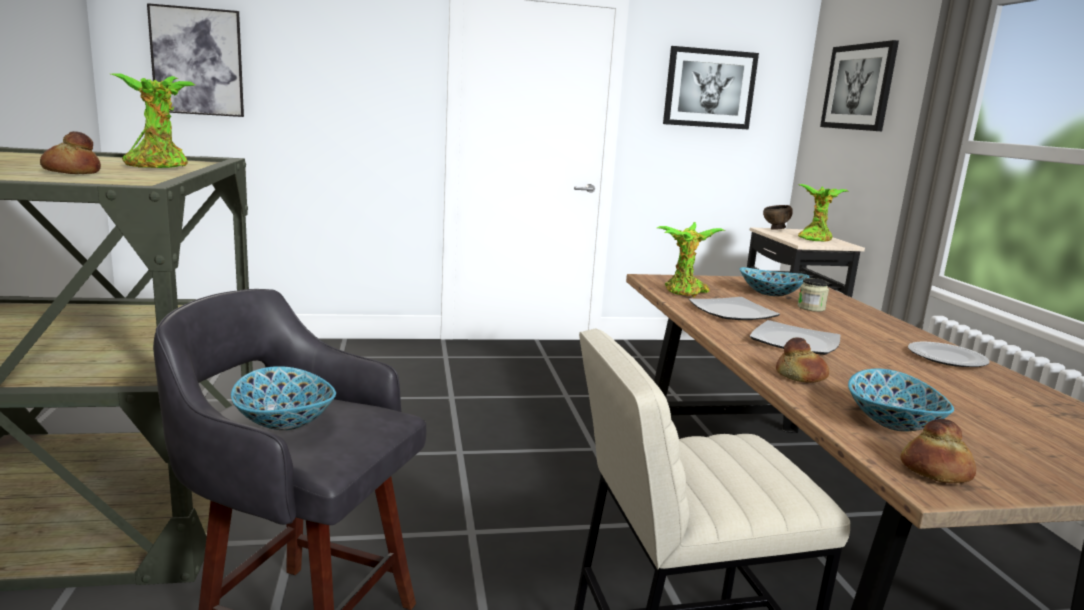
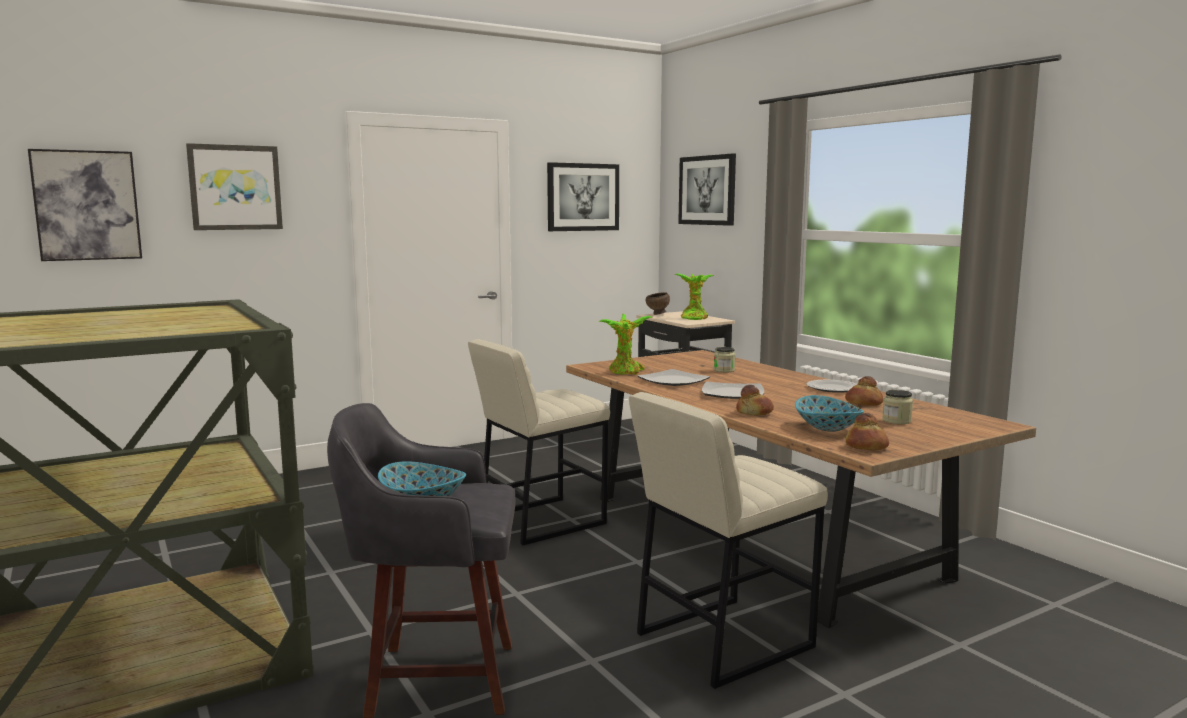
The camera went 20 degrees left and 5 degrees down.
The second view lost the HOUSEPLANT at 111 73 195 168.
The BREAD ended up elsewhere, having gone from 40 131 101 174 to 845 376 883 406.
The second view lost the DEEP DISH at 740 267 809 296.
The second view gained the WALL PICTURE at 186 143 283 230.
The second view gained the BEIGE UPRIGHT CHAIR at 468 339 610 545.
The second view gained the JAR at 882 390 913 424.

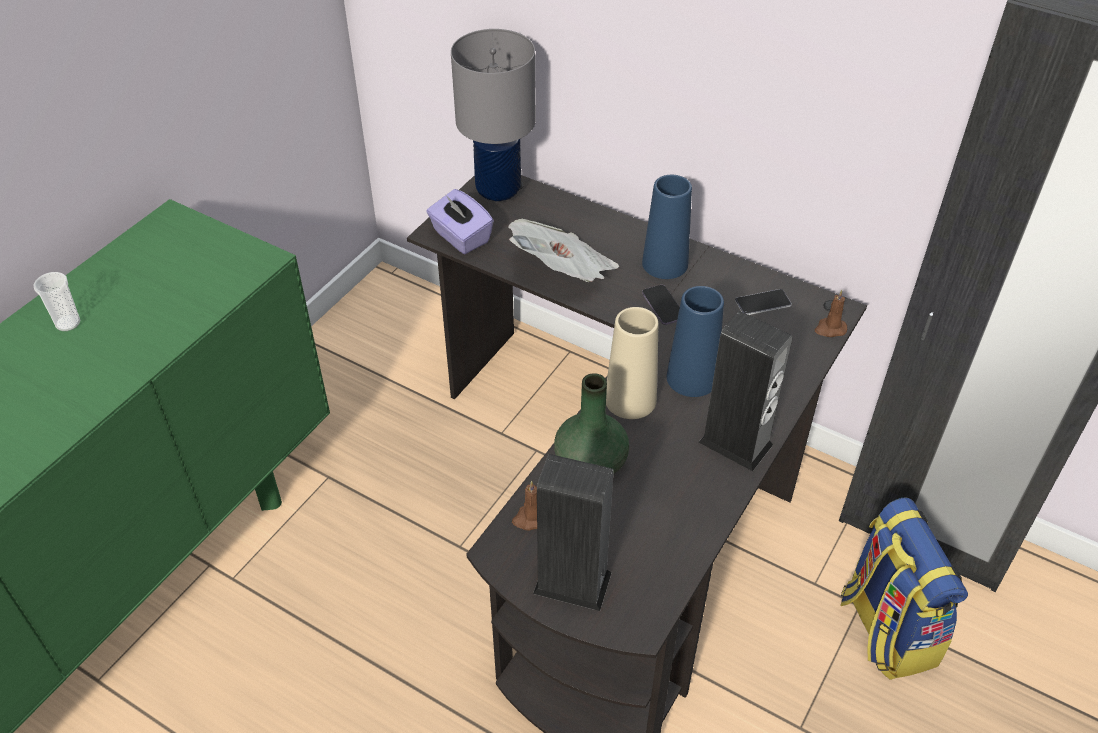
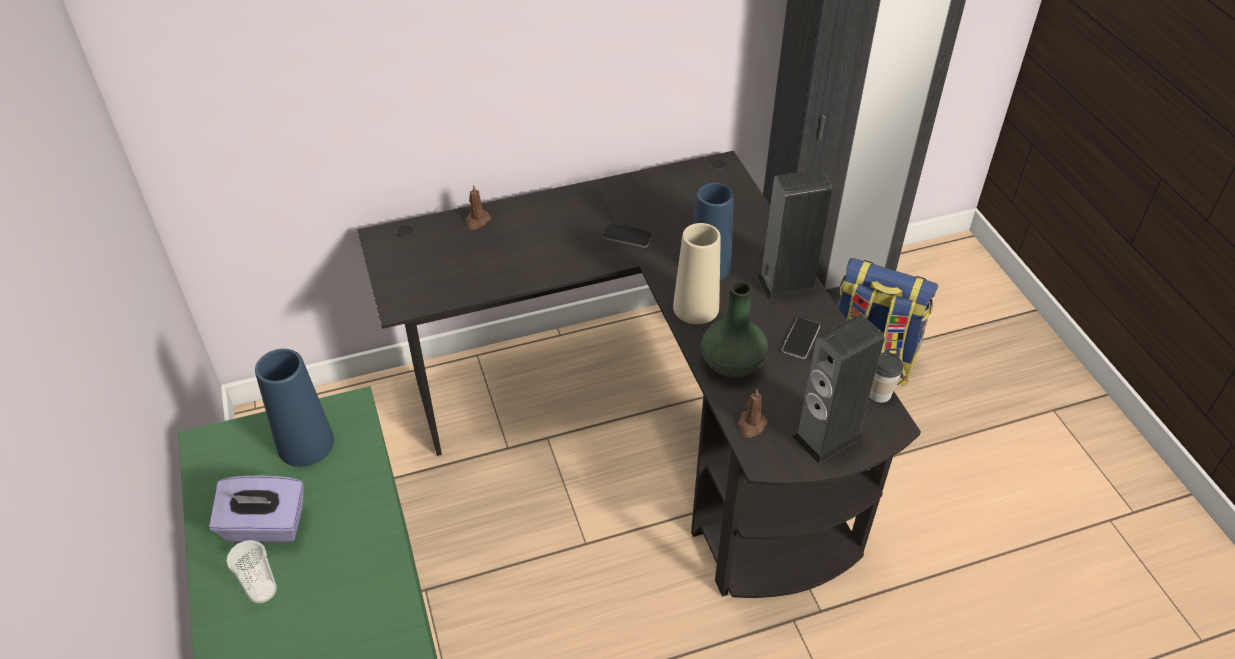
The camera went 50 degrees left and 0 degrees up.
The second view lost the GRAY TABLE LAMP at 451 29 536 201.
The BLUE FLOWER VASE ended up elsewhere, having gone from 642 175 692 279 to 255 349 334 467.
The PURPLE-COLOURED TISSUE BOX ended up elsewhere, having gone from 427 189 494 254 to 209 475 304 542.
The second view lost the NEWSPAPER at 509 219 619 282.
The PHONE ended up elsewhere, having gone from 735 289 792 315 to 782 317 820 359.
The BROWN-COLOURED WAX CANDLE ended up elsewhere, having gone from 815 290 847 337 to 465 184 491 230.
The second view gained the SMALL CUP at 869 352 903 403.

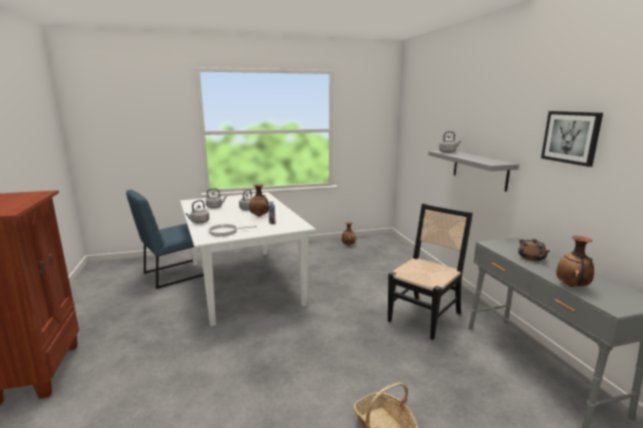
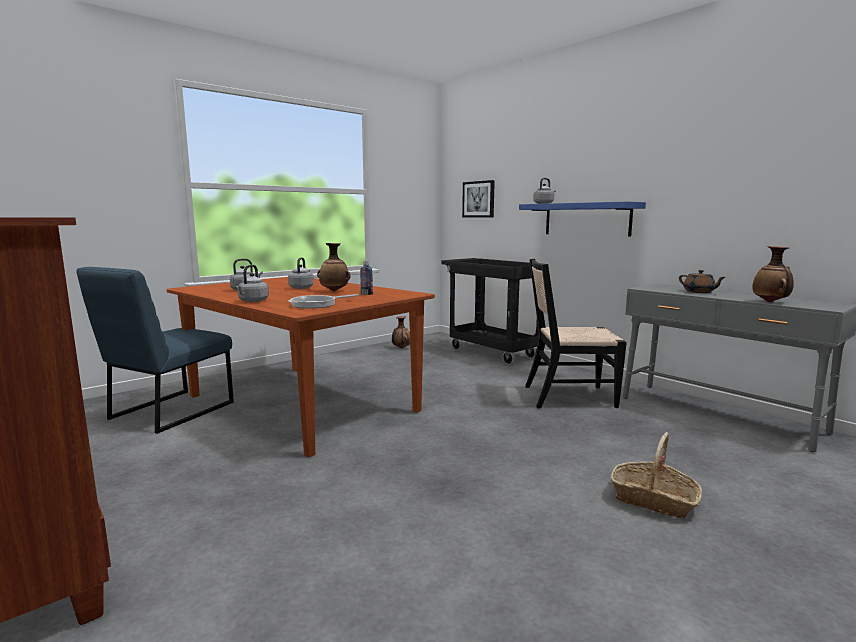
The camera went 25 degrees left and 5 degrees down.
The WALL PICTURE ended up elsewhere, having gone from 541 111 603 167 to 462 180 495 218.
What was the GRAY BRACKET SHELF at 428 151 519 192 turned into the BLUE BRACKET SHELF at 519 201 646 237.
What was the WHITE DINING TABLE at 180 192 316 326 turned into the BROWN-COLOURED DINING TABLE at 167 277 435 458.
The UPRIGHT CHAIR at 388 204 473 340 ended up facing another way, 105 degrees counterclockwise from before.
The second view gained the BLACKISH CART at 441 258 539 365.

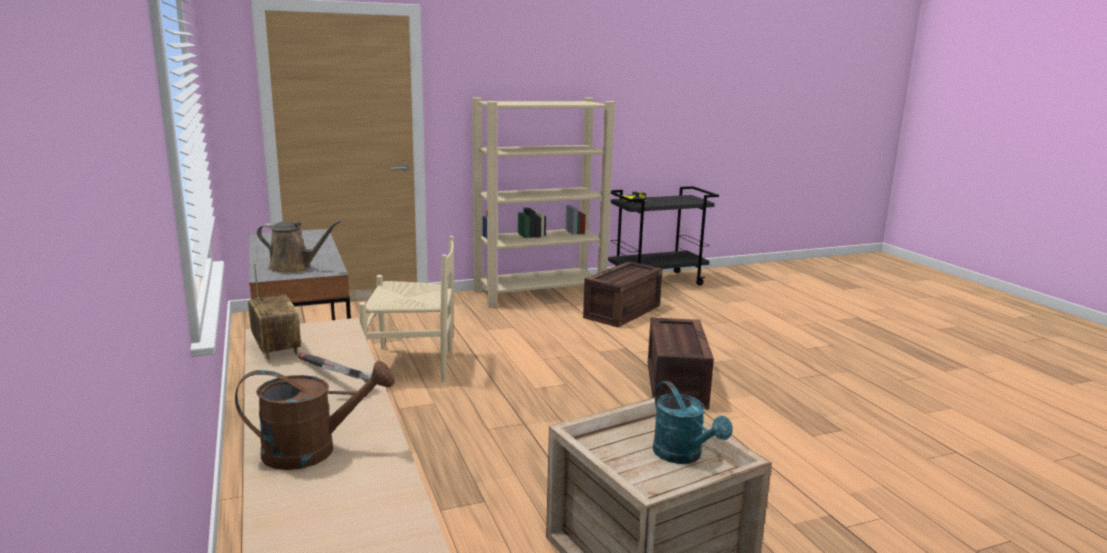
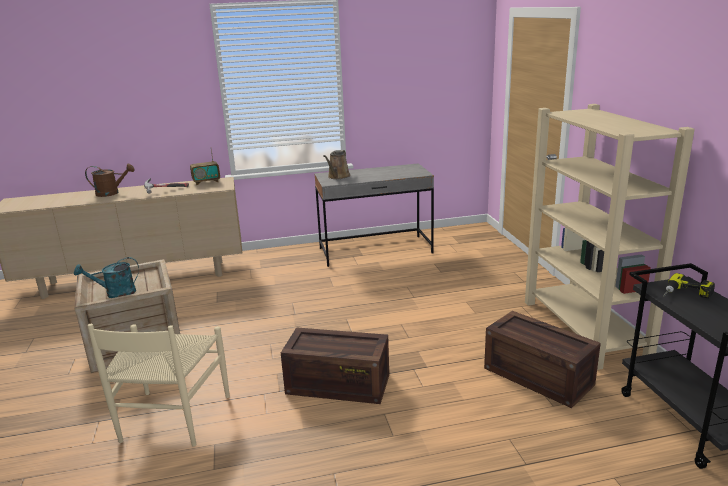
The camera went 100 degrees right and 5 degrees up.
The BEIGE UPRIGHT CHAIR ended up elsewhere, having gone from 359 236 454 382 to 88 324 230 446.
The BROWN-COLOURED WATERING CAN at 235 361 395 470 ended up facing another way, 90 degrees counterclockwise from before.

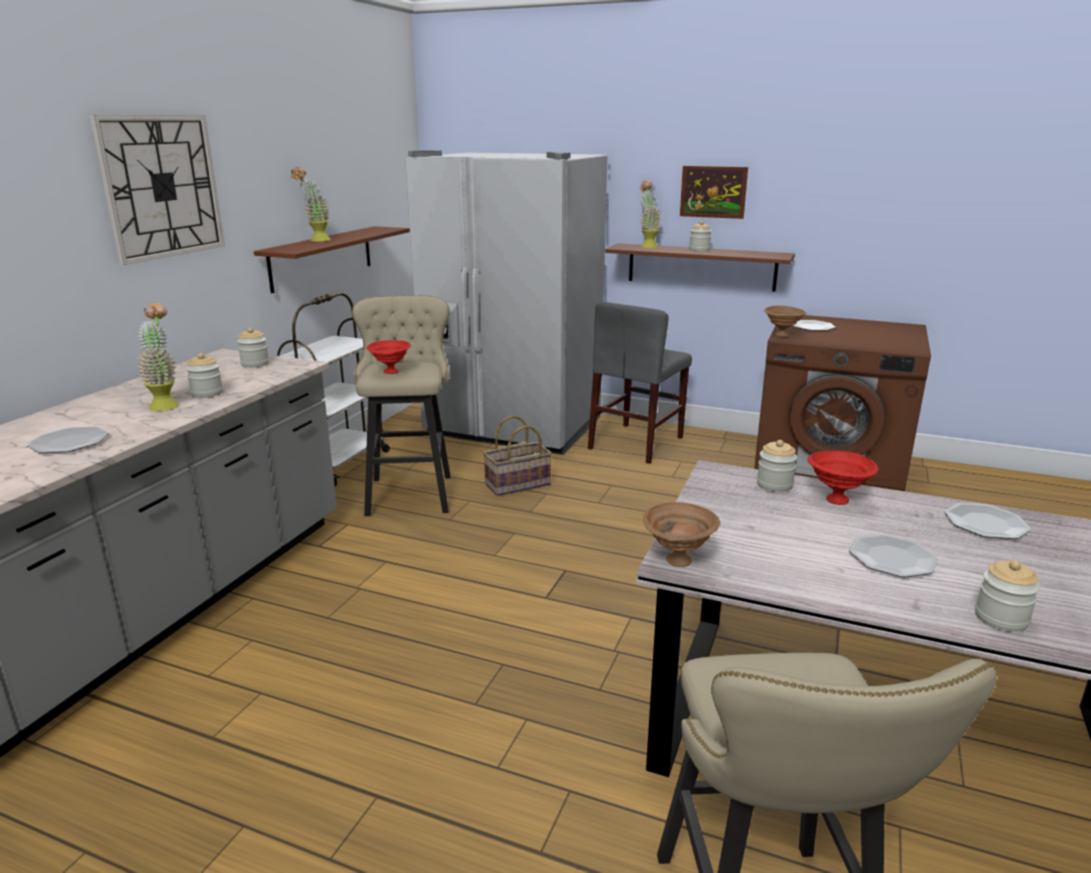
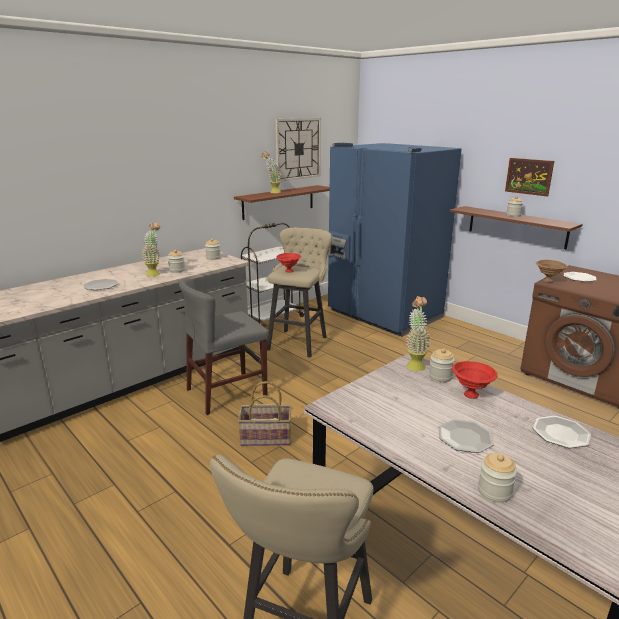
The camera went 25 degrees right and 0 degrees up.
The CLOCK ON THE WALL ended up elsewhere, having gone from 89 115 225 265 to 275 118 321 181.
What was the WHITE FRIDGE at 405 150 607 455 turned into the BLUE FRIDGE at 328 143 462 337.
The HOUSEPLANT ended up elsewhere, having gone from 639 180 661 248 to 406 296 431 371.
The GRAY UPRIGHT CHAIR ended up elsewhere, having gone from 588 302 692 464 to 179 278 269 415.
The STORAGE BASKET ended up elsewhere, having gone from 483 415 552 496 to 238 381 291 446.
The second view lost the BROWN-COLOURED DEEP DISH at 643 502 720 567.

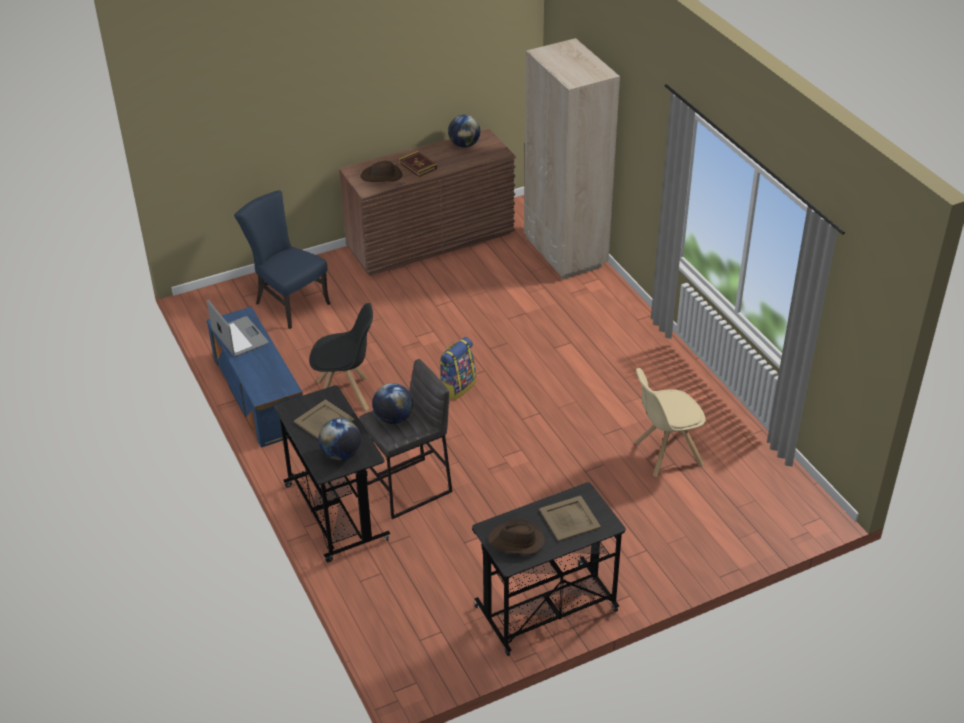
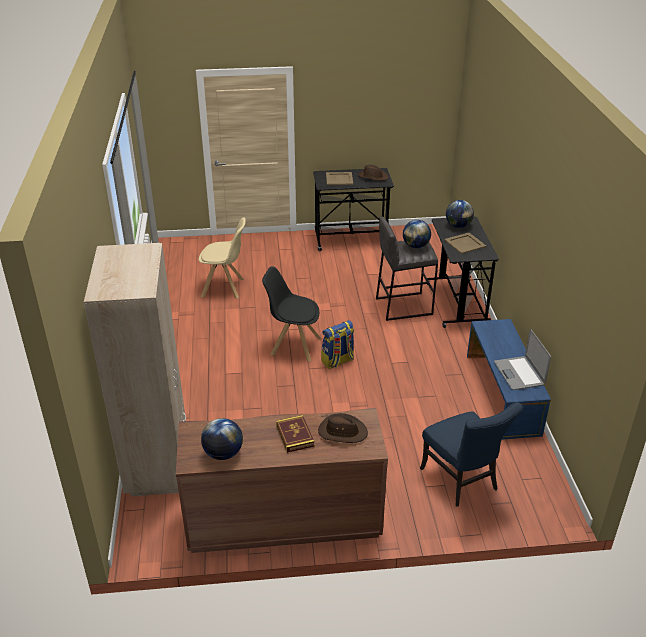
The camera went 160 degrees left and 5 degrees down.
The BLACKISH UPRIGHT CHAIR ended up elsewhere, having gone from 309 303 373 411 to 262 266 321 362.

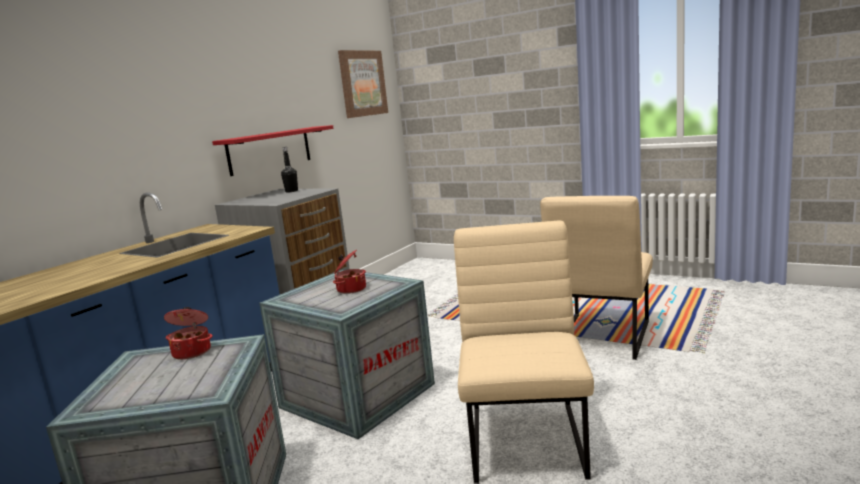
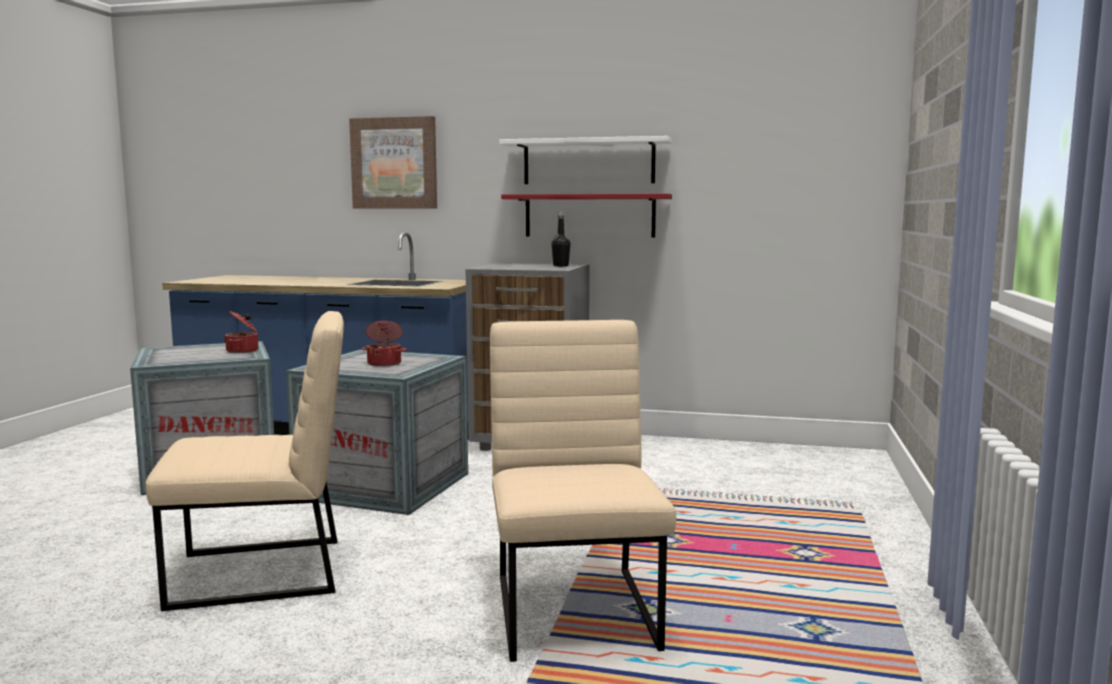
The camera went 70 degrees right and 5 degrees down.
The WALL PICTURE ended up elsewhere, having gone from 338 50 388 118 to 349 116 437 208.
The BEIGE UPRIGHT CHAIR at 540 196 653 360 ended up facing another way, 75 degrees clockwise from before.
The second view gained the WHITE BRACKET SHELF at 499 136 672 184.

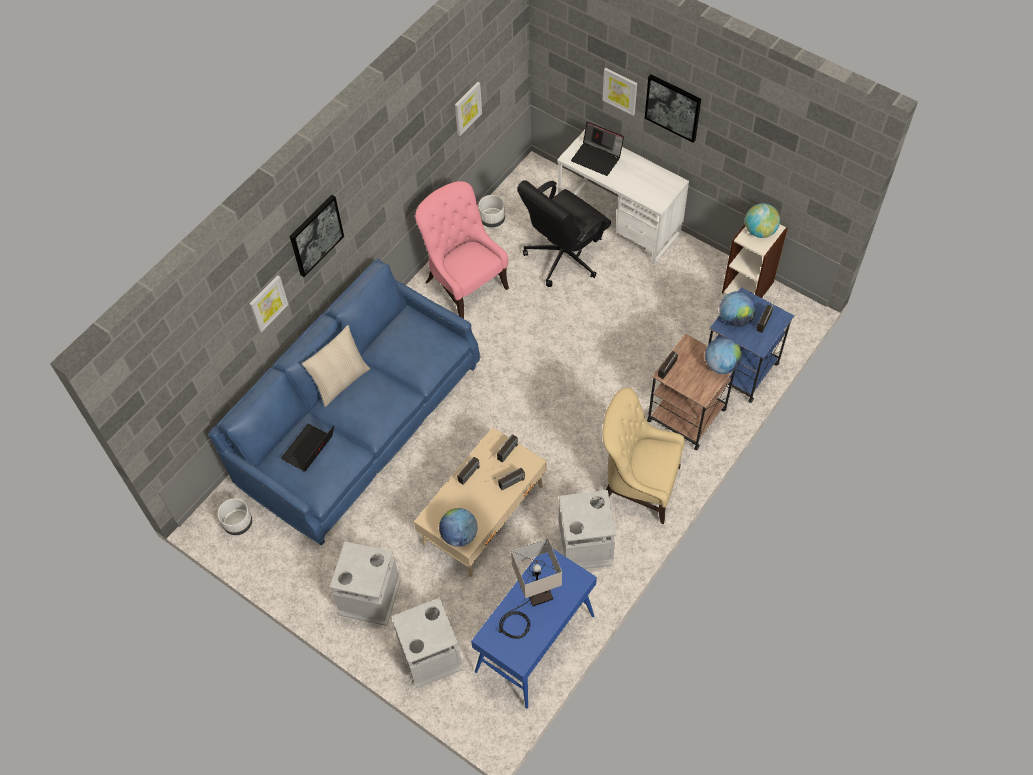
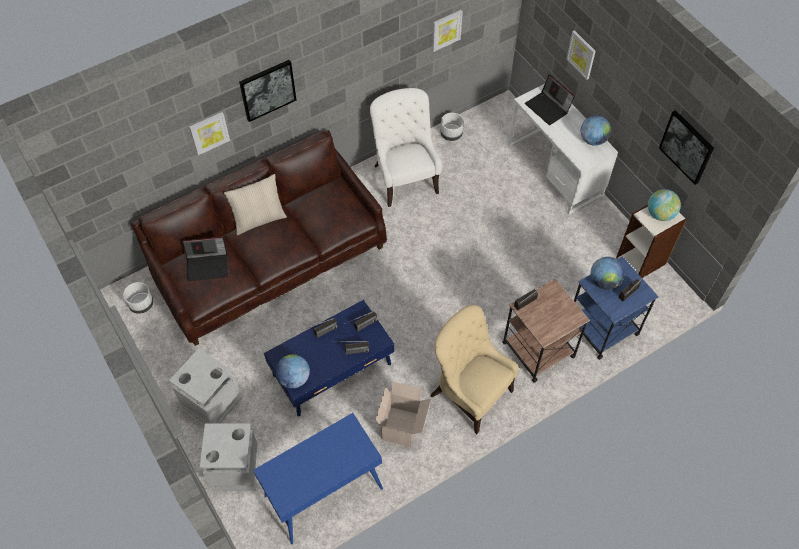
The camera went 20 degrees right and 0 degrees up.
The WALL PICTURE ended up elsewhere, having gone from 645 74 701 143 to 659 110 714 185.
The second view lost the BLACKISH DESK CHAIR at 517 180 611 287.
What was the PINKISH UPRIGHT CHAIR at 415 181 509 319 turned into the WHITE UPRIGHT CHAIR at 370 88 442 207.
What was the BLUE COUCH at 208 259 481 546 turned into the BROWN-COLOURED COUCH at 131 130 387 346.
The DESK GLOBE ended up elsewhere, having gone from 705 337 742 374 to 581 115 611 146.
The NOTEBOOK COMPUTER at 281 423 334 471 ended up facing another way, 150 degrees counterclockwise from before.
What was the BEIGE LOUNGE TABLE at 414 427 547 577 turned into the BLUE LOUNGE TABLE at 264 300 394 417.
Where the GRAY WASTE BIN stood at 559 490 616 569, the CARTON came to stand at 375 382 431 447.
The second view lost the TABLE LAMP at 499 538 562 639.

